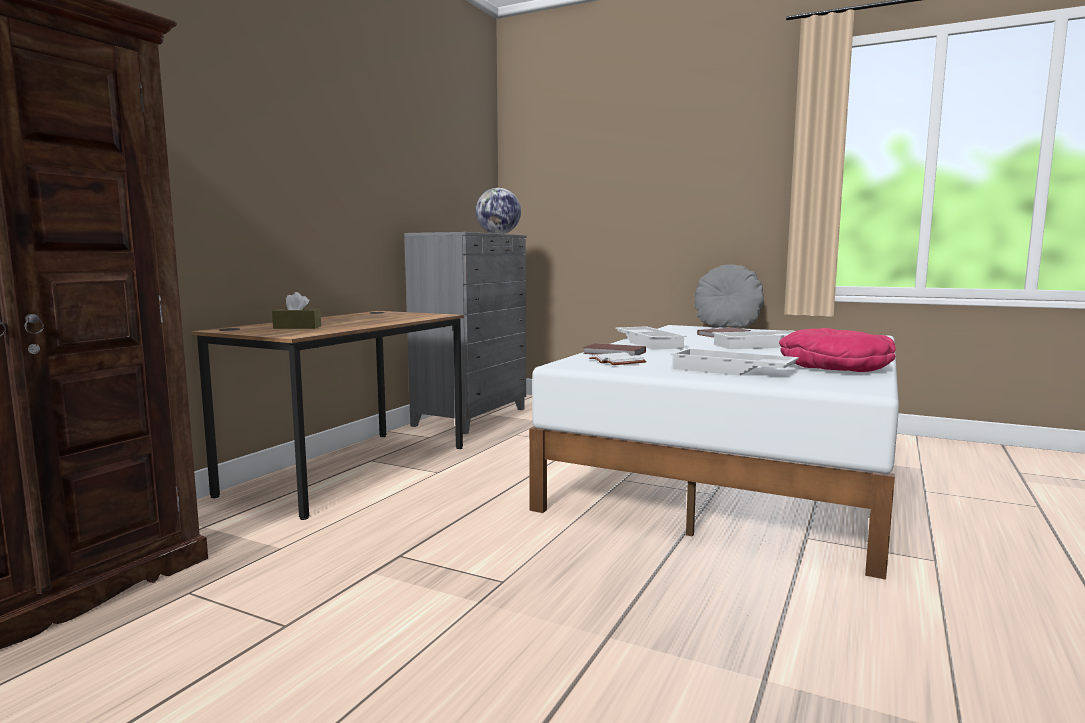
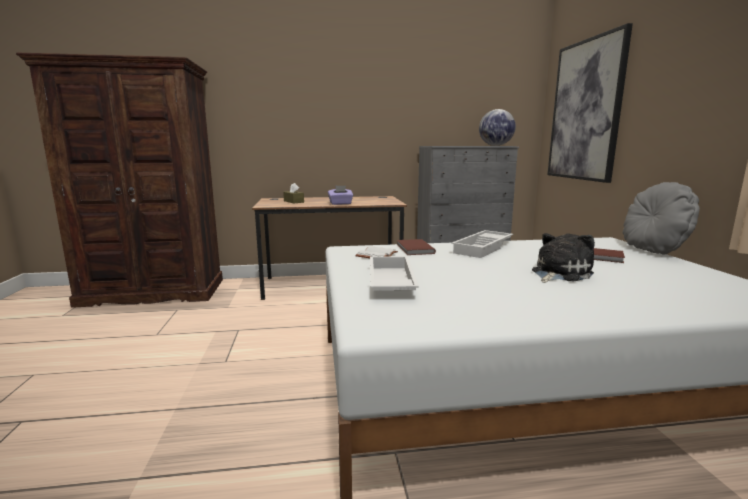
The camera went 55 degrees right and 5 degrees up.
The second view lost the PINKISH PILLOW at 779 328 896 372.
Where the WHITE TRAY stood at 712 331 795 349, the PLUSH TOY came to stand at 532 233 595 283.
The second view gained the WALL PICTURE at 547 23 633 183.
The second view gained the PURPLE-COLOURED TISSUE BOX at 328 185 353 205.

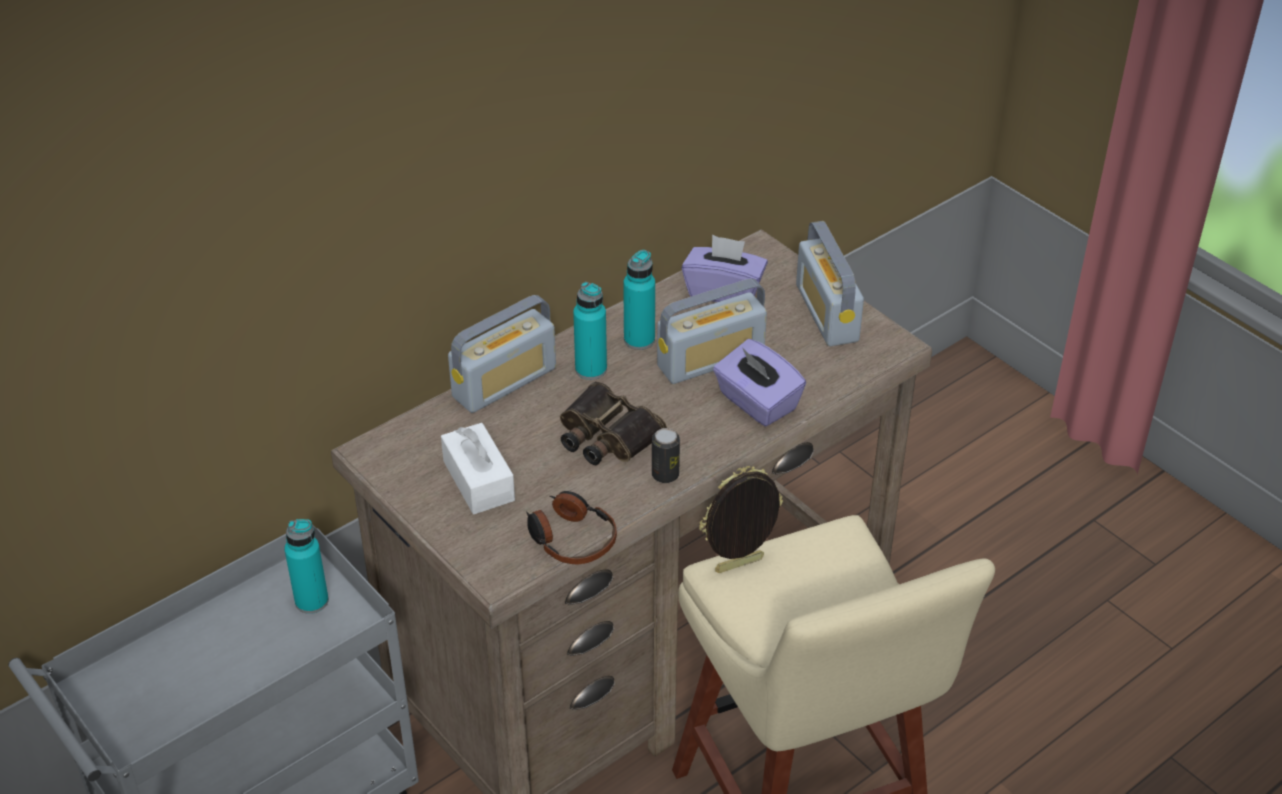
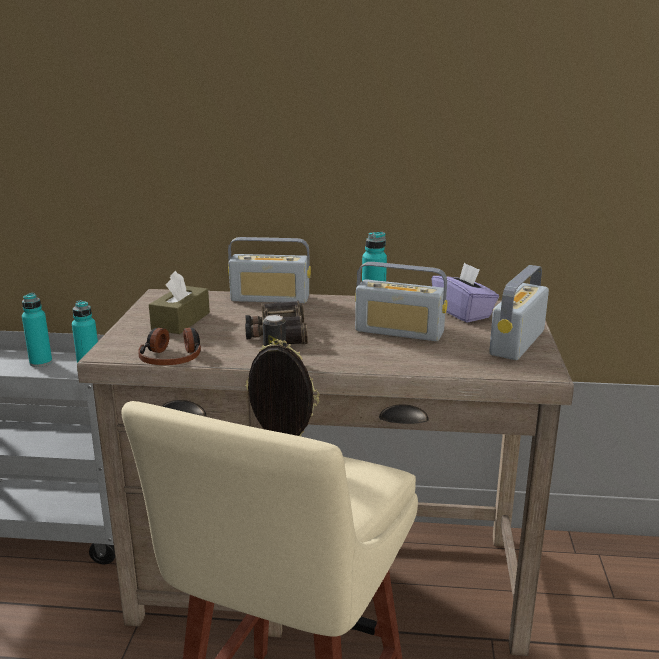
The camera went 45 degrees right and 20 degrees down.
The TURQUOISE-COLOURED DRINK BOTTLE ended up elsewhere, having gone from 573 282 607 380 to 22 293 52 367.
The second view lost the PURPLE-COLOURED TISSUE BOX at 713 339 806 426.
What was the WHITE TISSUE BOX at 441 423 515 514 turned into the BROWN-COLOURED TISSUE BOX at 149 271 210 334.

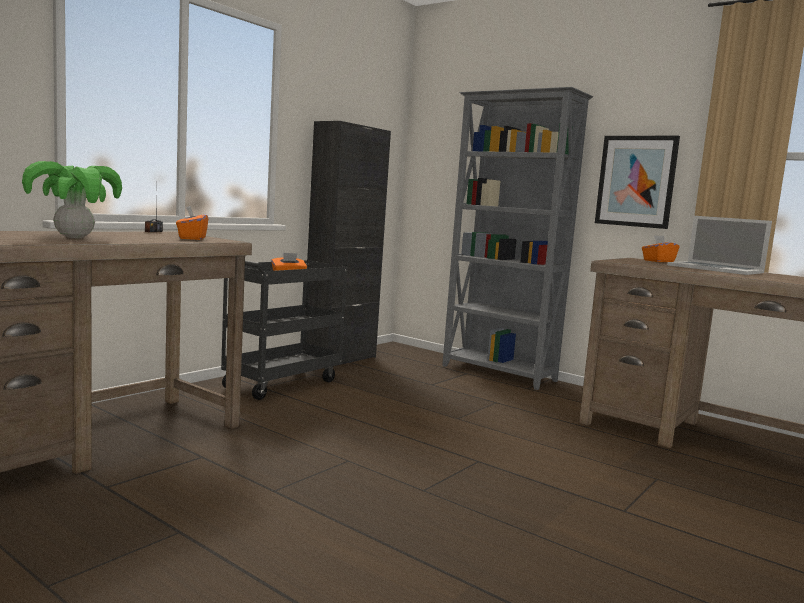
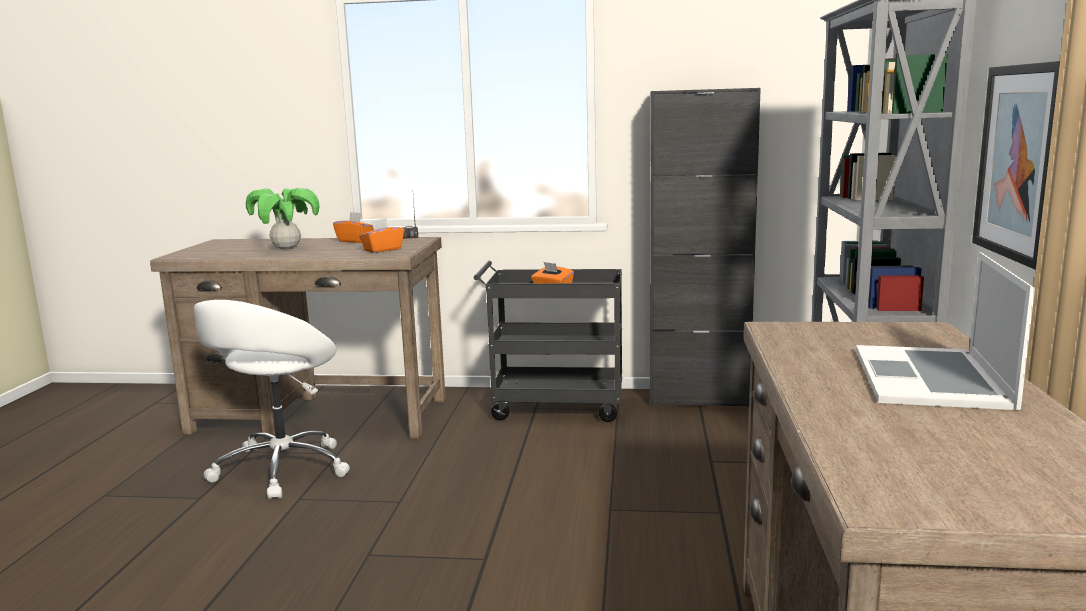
The camera went 60 degrees right and 5 degrees up.
The ORANGE-COLOURED TISSUE BOX ended up elsewhere, having gone from 642 235 679 262 to 333 212 374 243.
The second view gained the WHITE DESK CHAIR at 194 300 350 499.

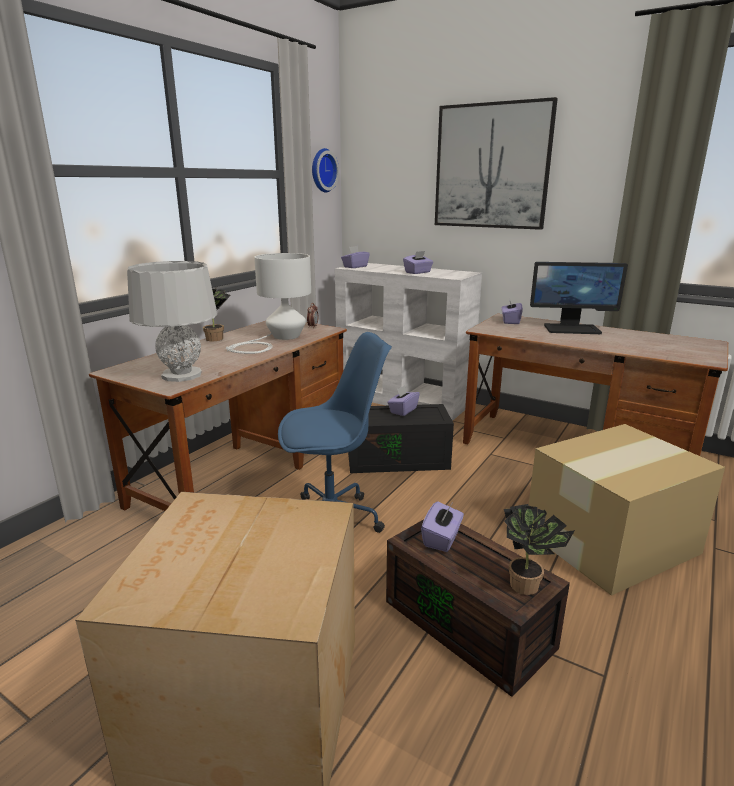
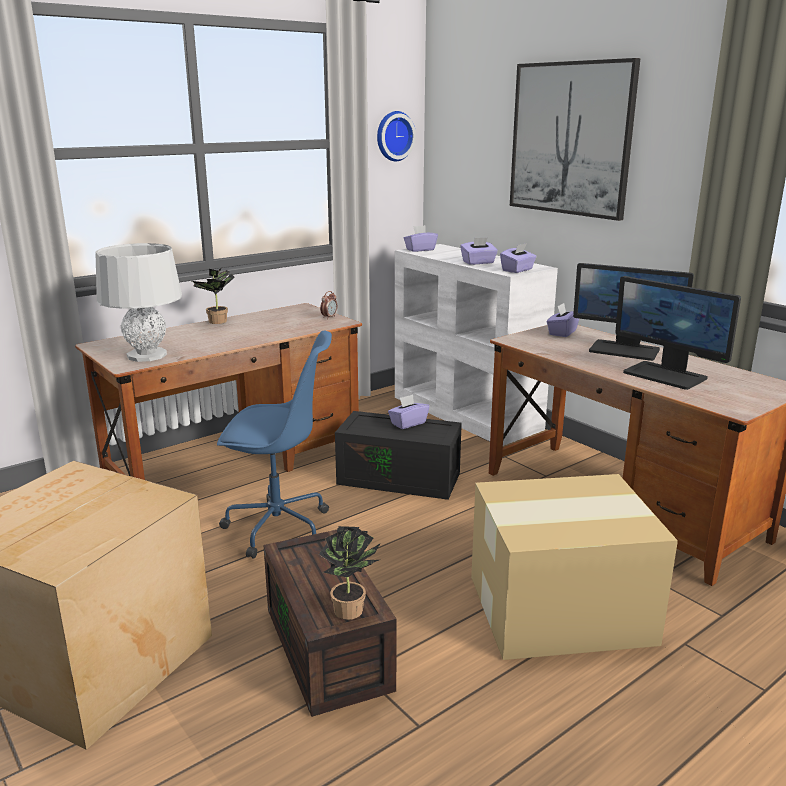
The camera went 20 degrees right and 0 degrees up.
The second view lost the WHITE TABLE LAMP at 226 253 311 354.
The PURPLE-COLOURED TISSUE BOX ended up elsewhere, having gone from 421 501 464 552 to 500 243 537 273.
The second view gained the COMPUTER SCREEN at 615 276 741 390.

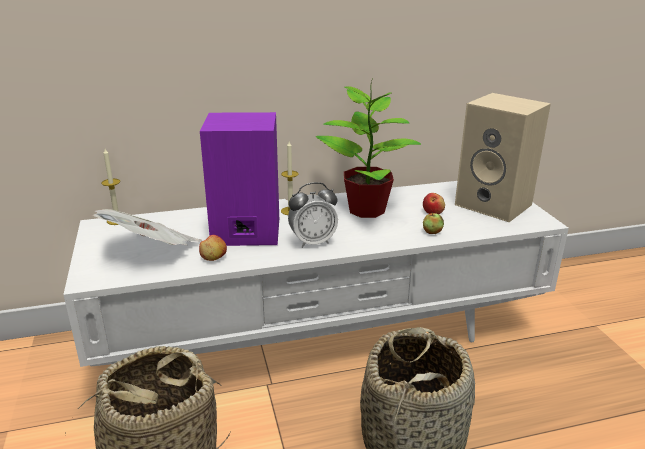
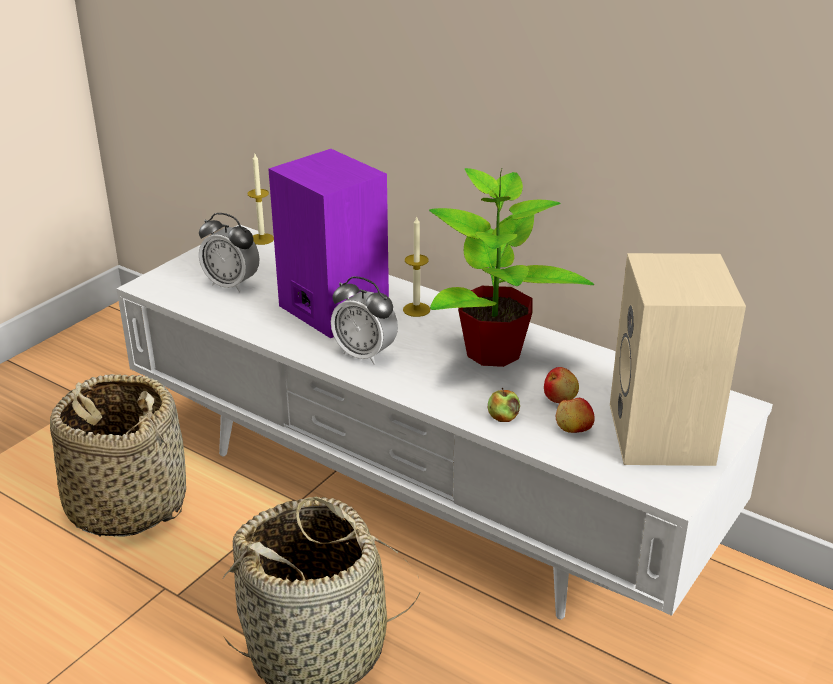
The camera went 50 degrees right and 5 degrees up.
Where the NEWSPAPER stood at 92 209 202 245, the ALARM CLOCK came to stand at 199 213 260 292.
The WHOLE APPLE ended up elsewhere, having gone from 199 235 227 261 to 556 398 595 433.

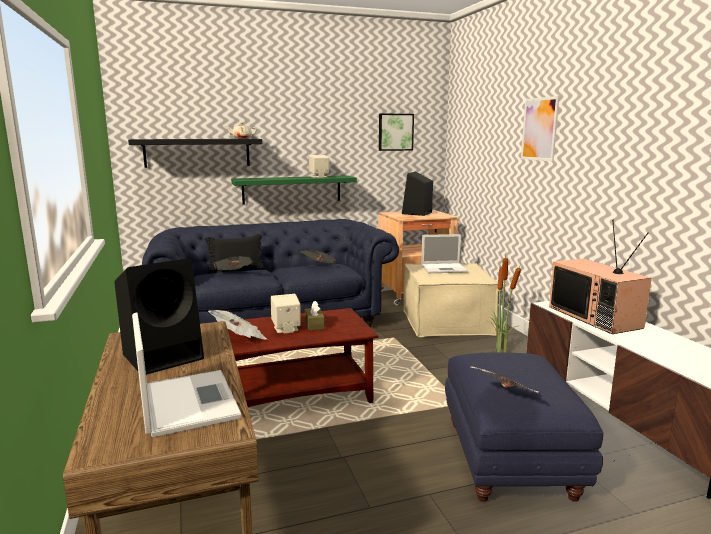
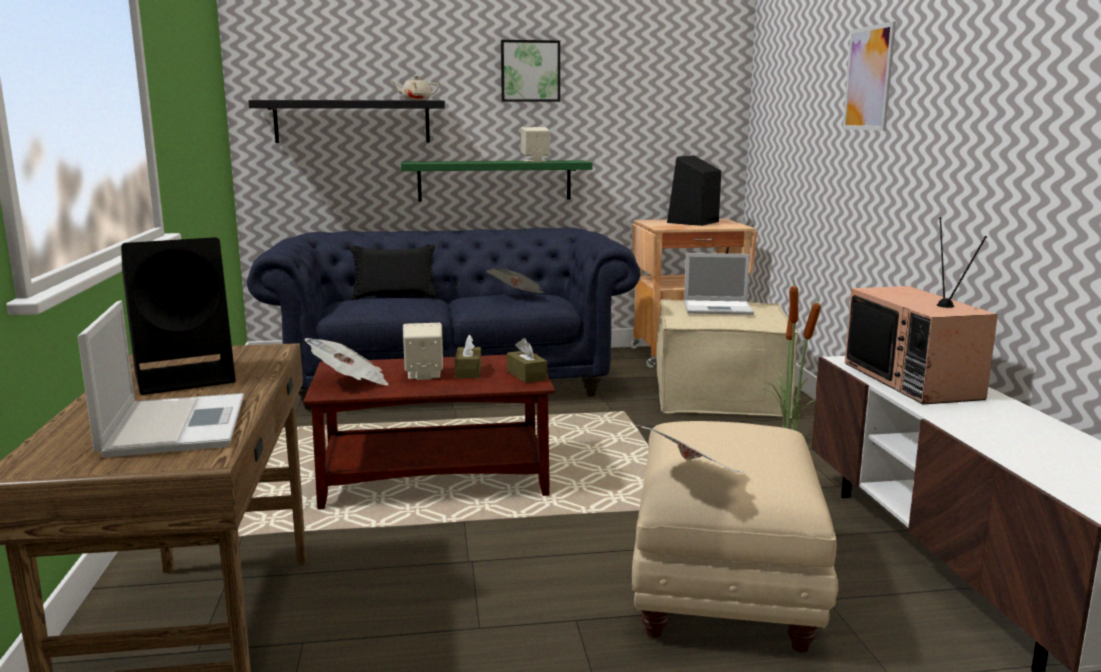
The camera went 10 degrees right and 0 degrees up.
The WALL PICTURE ended up elsewhere, having gone from 379 113 414 151 to 501 40 560 102.
The second view lost the NEWSPAPER at 213 256 253 270.
What was the BLUE FOOTREST at 445 352 603 502 turned into the BEIGE FOOTREST at 632 421 838 653.
The second view gained the BROWN-COLOURED TISSUE BOX at 507 338 547 383.

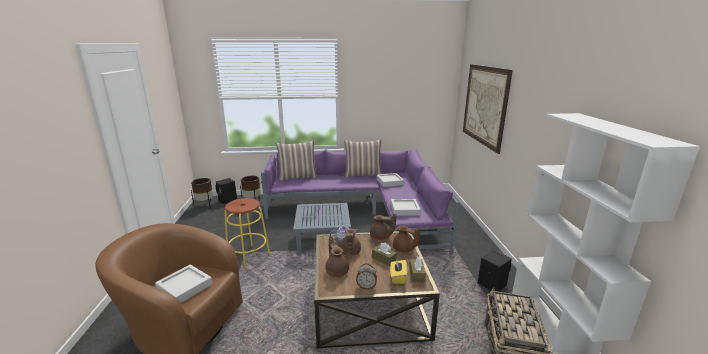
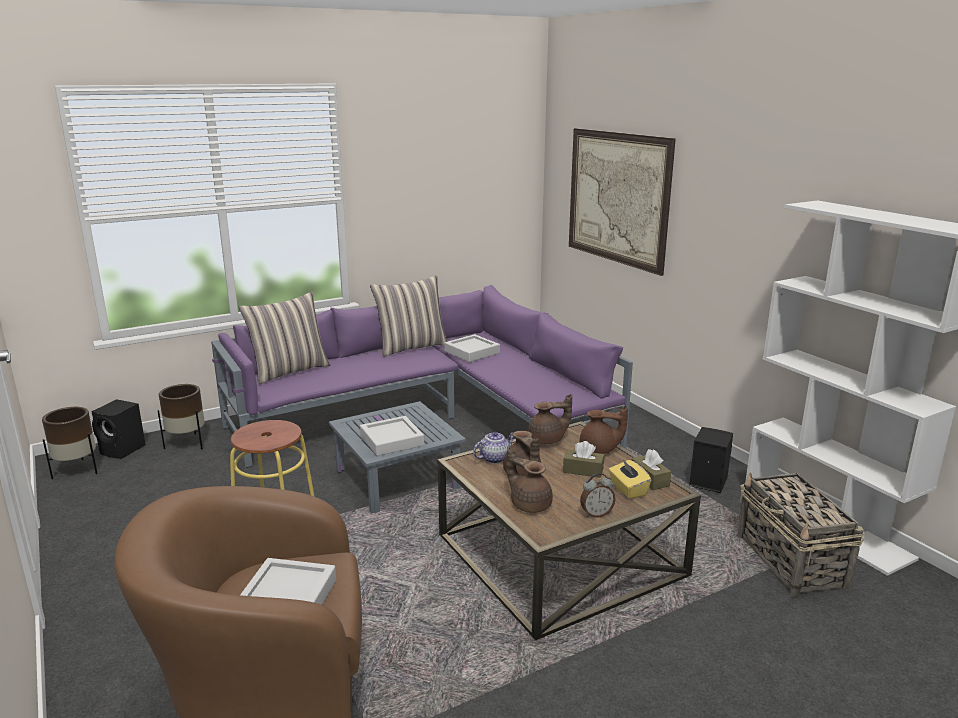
The camera went 25 degrees left and 0 degrees up.
The GRAY TRAY ended up elsewhere, having gone from 391 199 421 216 to 360 416 424 456.

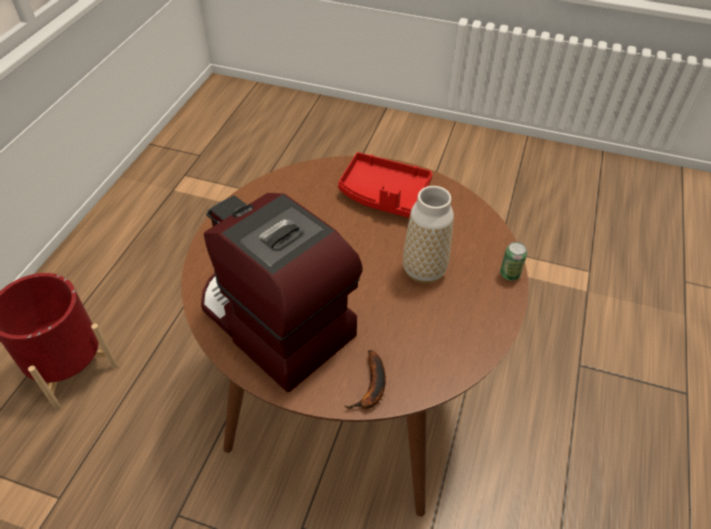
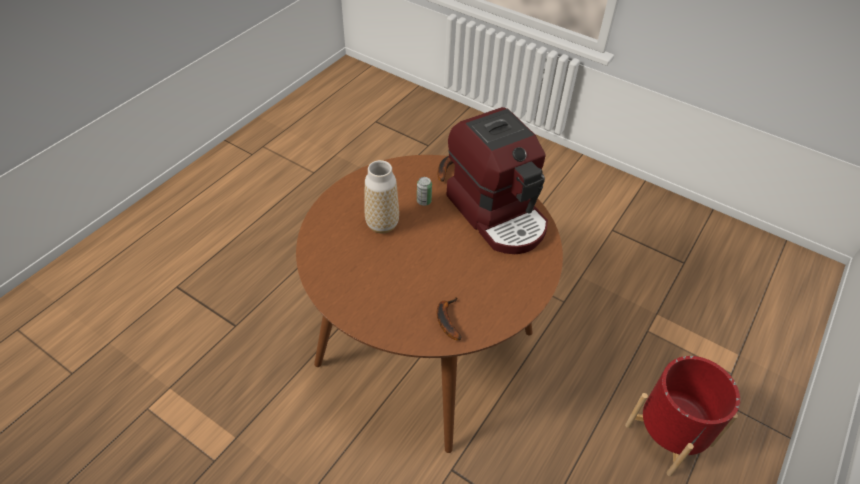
The camera went 165 degrees left and 0 degrees up.
The second view lost the REDDISH TRAY at 338 152 432 218.
The METAL CAN ended up elsewhere, having gone from 500 242 527 281 to 417 177 432 206.
The second view gained the BANANA at 437 297 461 340.

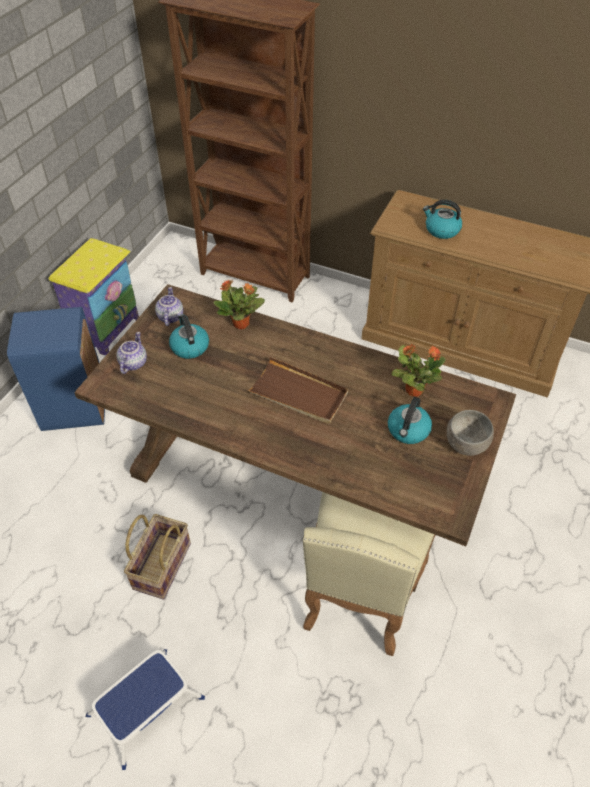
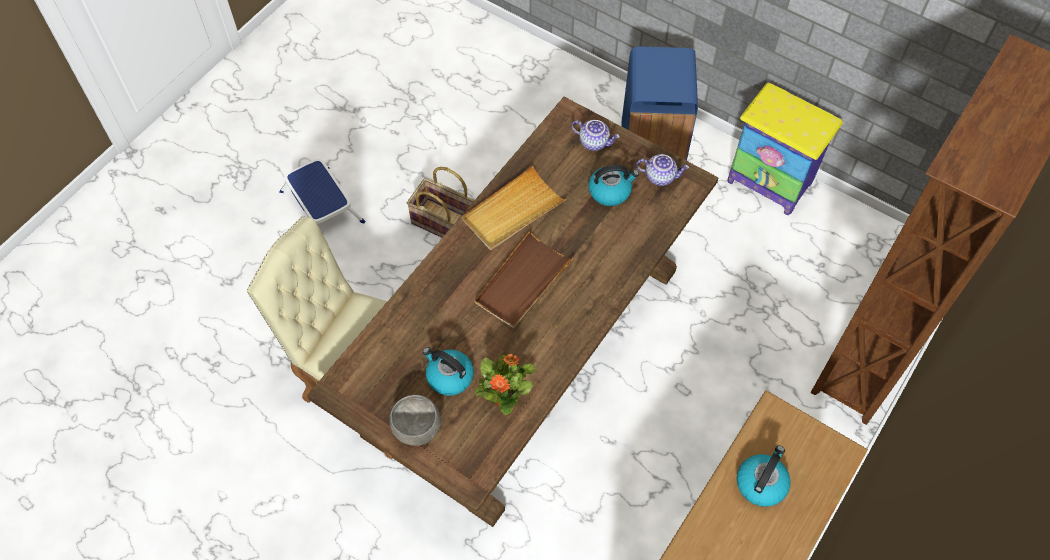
The camera went 100 degrees right and 10 degrees up.
The second view lost the HOUSEPLANT at 214 279 265 329.
The second view gained the BEIGE TRAY at 462 166 566 250.

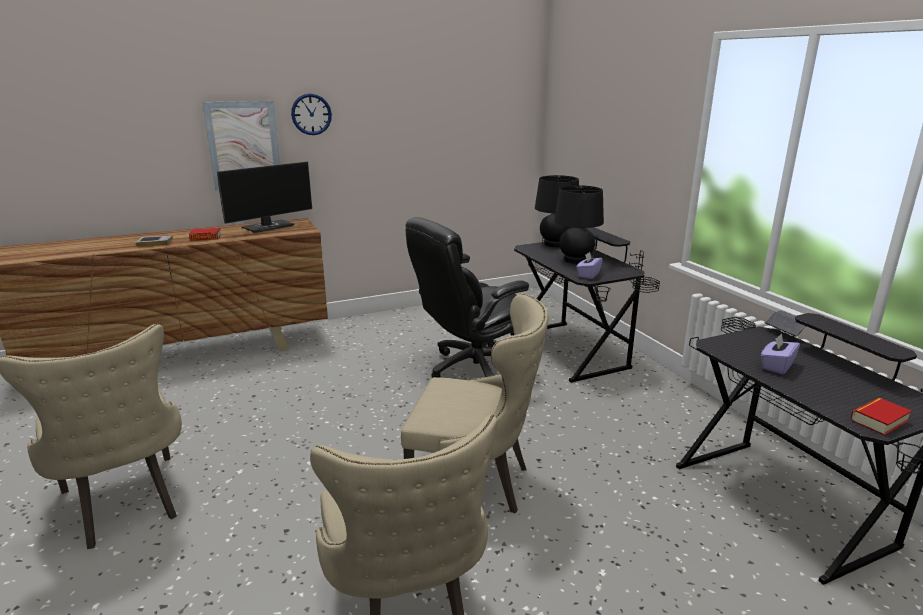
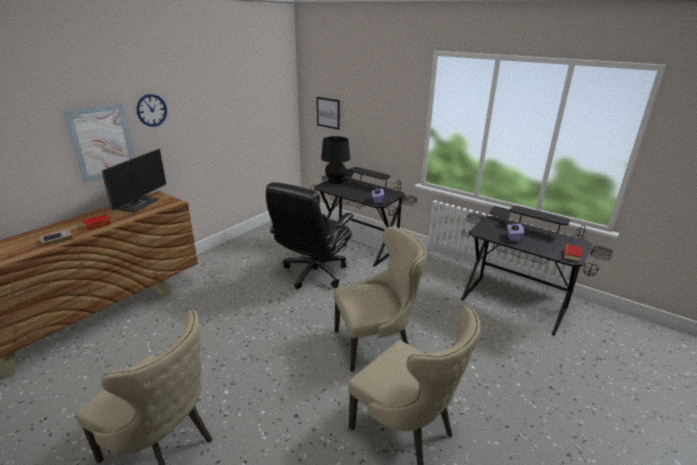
The camera went 30 degrees left and 5 degrees up.
The second view lost the BLACKISH TABLE LAMP at 554 185 604 264.
The second view gained the WALL PICTURE at 317 97 340 130.

